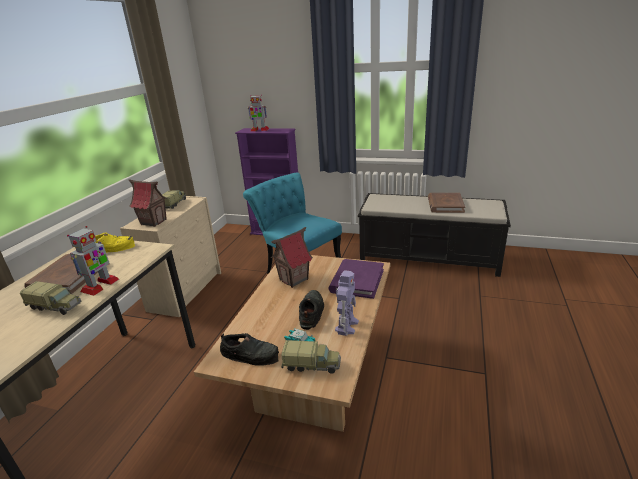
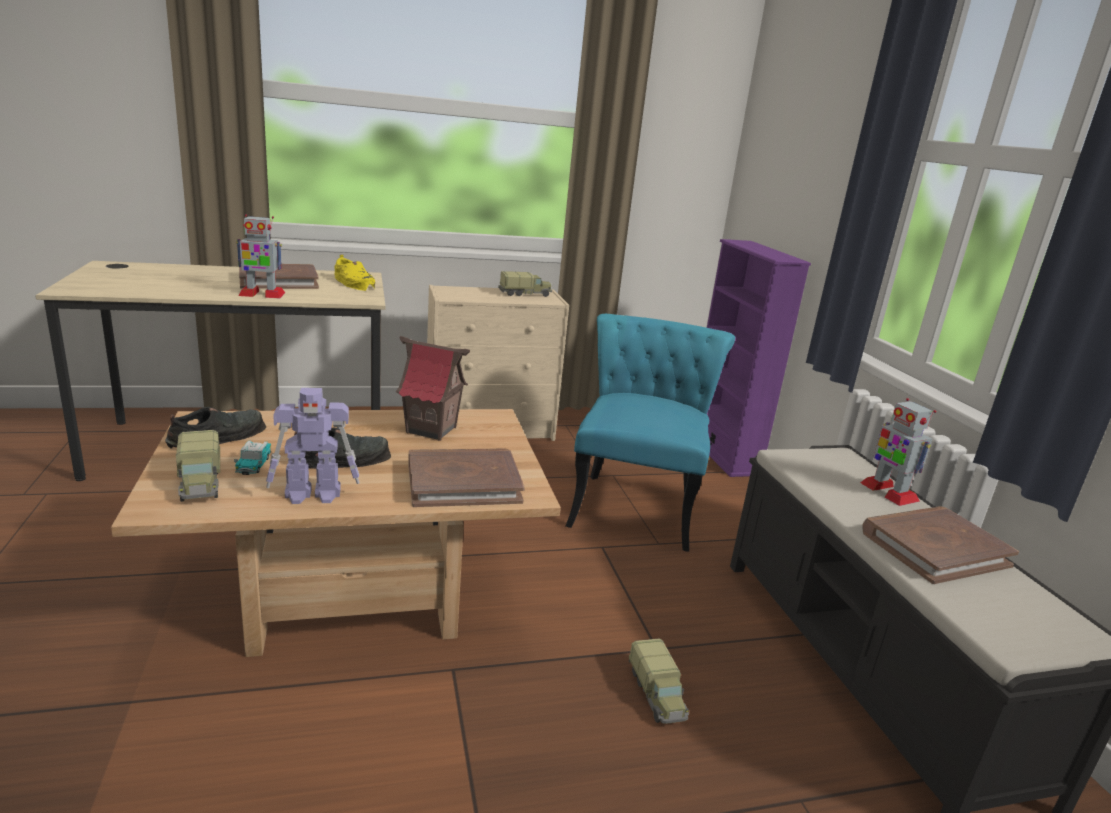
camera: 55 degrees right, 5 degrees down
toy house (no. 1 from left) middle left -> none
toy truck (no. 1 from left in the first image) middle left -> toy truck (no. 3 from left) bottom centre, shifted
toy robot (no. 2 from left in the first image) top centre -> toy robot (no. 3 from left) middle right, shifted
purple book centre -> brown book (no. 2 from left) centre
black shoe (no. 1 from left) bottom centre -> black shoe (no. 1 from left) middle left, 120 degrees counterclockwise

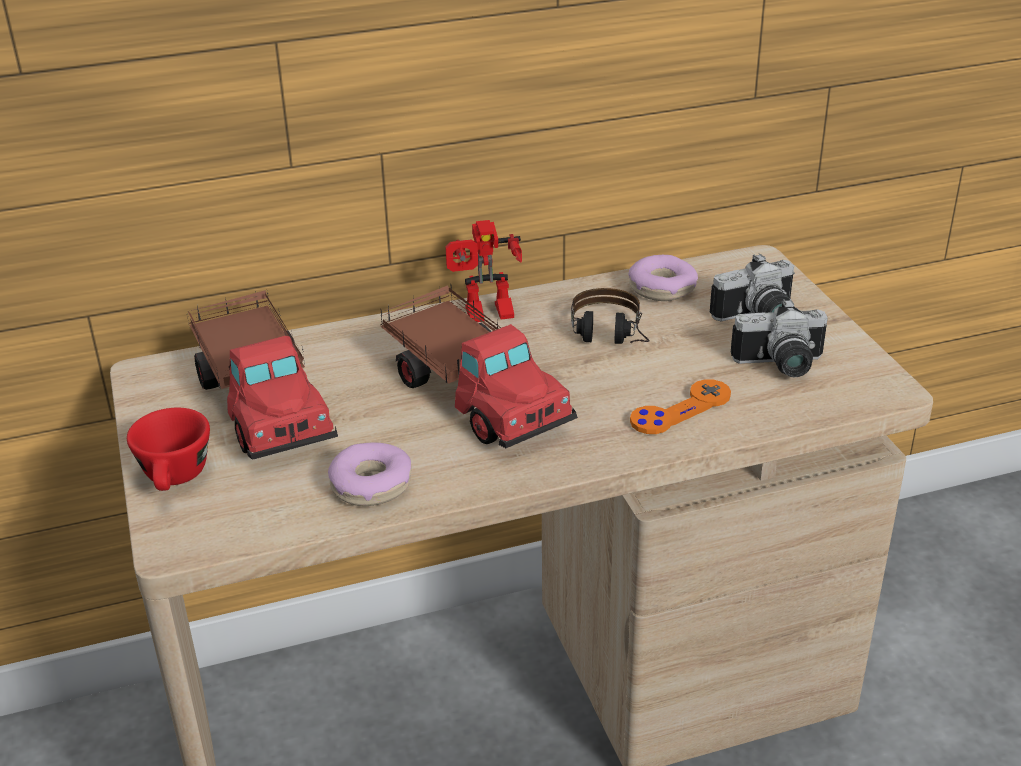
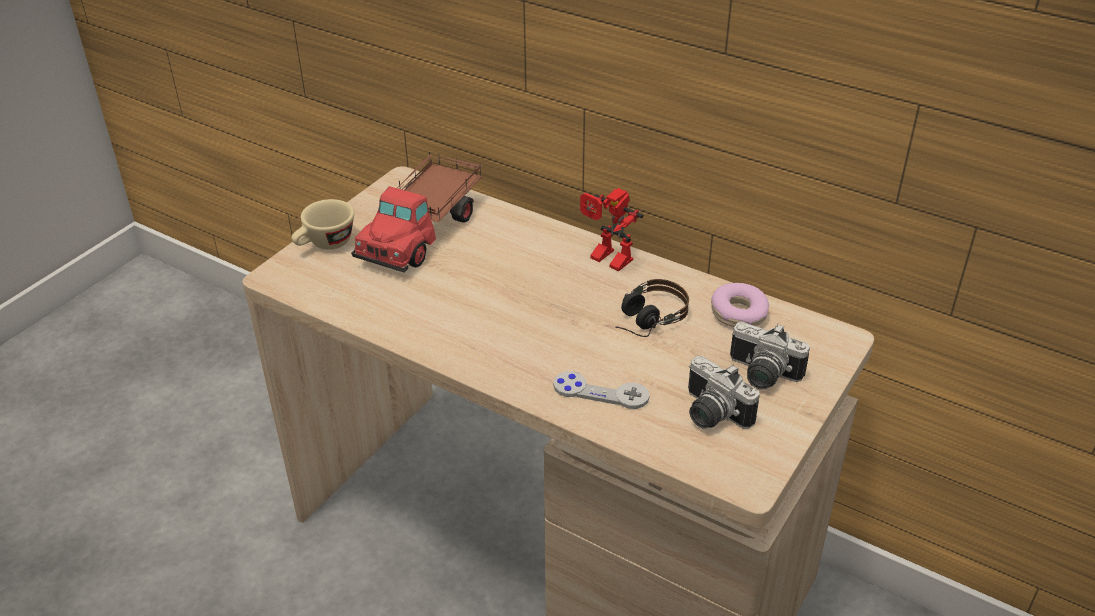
camera: 50 degrees right, 5 degrees up
donut (no. 1 from left) centre -> none
toy truck (no. 2 from left) centre -> none
red cup middle left -> beige cup middle left
orange game controller centre -> grey game controller centre

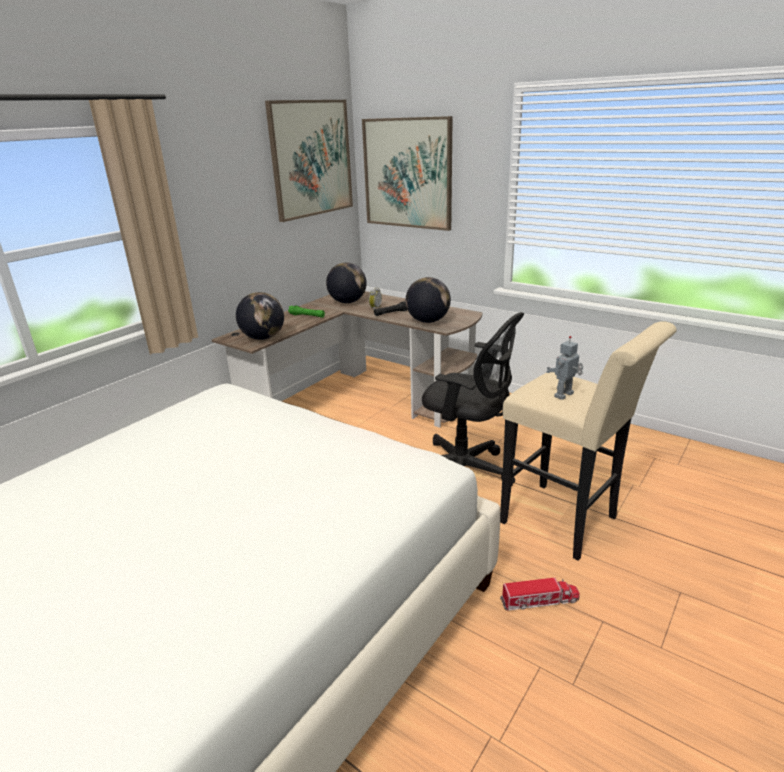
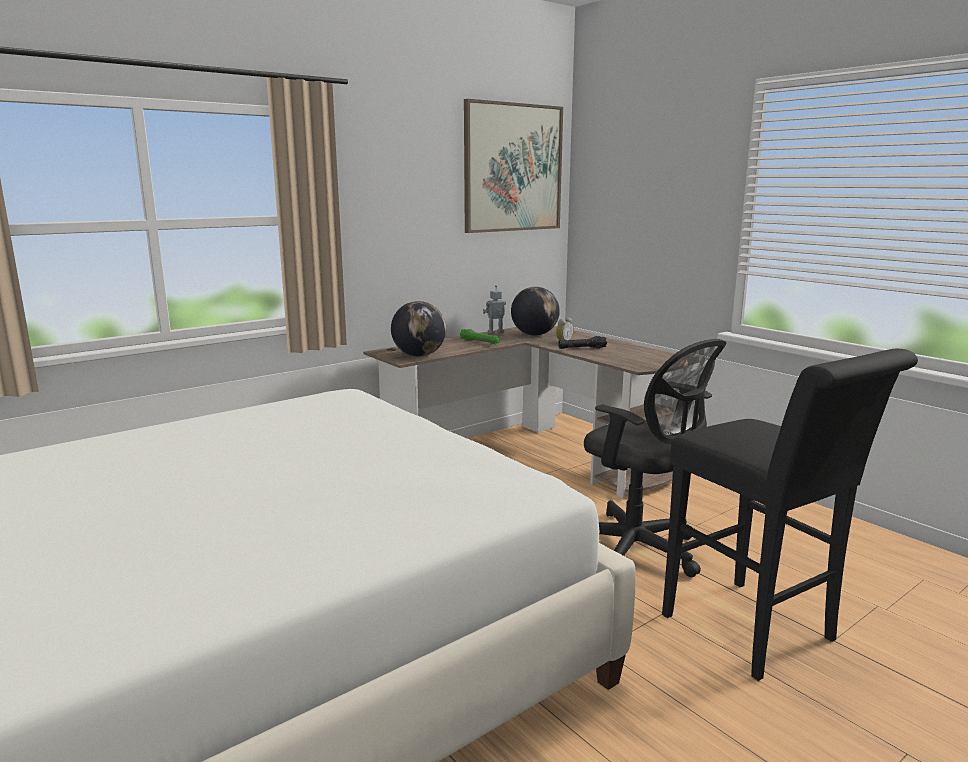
camera: 15 degrees right, 10 degrees down
picture (no. 2 from left) top centre -> none
globe (no. 3 from left) centre -> none
toy truck bottom right -> none
toy robot middle right -> toy robot centre, shifted
beige stool middle right -> black stool bottom right

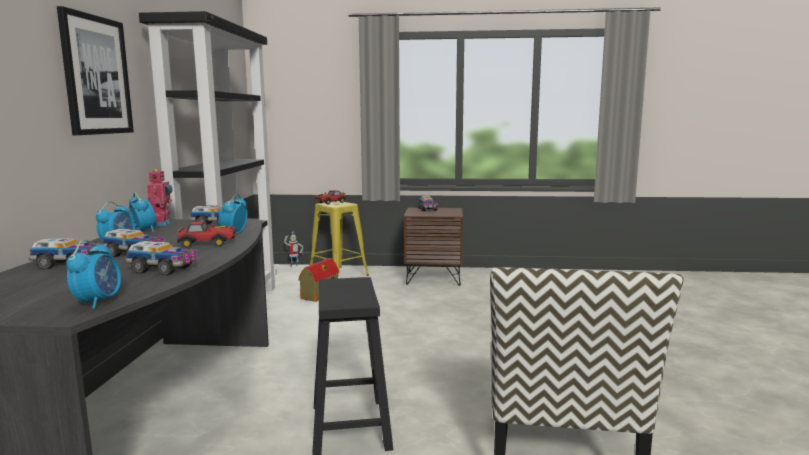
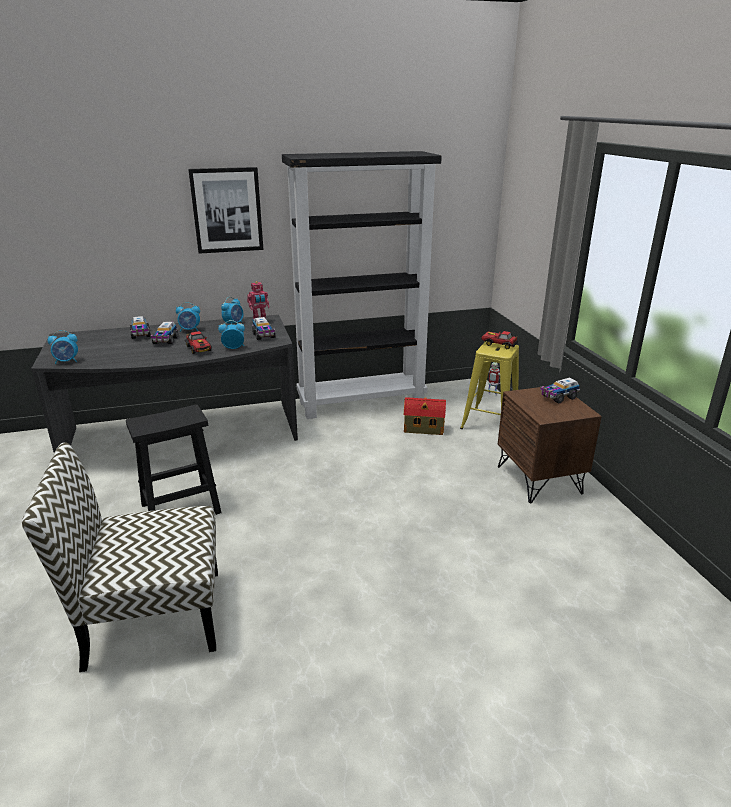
camera: 70 degrees right, 15 degrees up
toy truck (no. 3 from left) middle left -> none

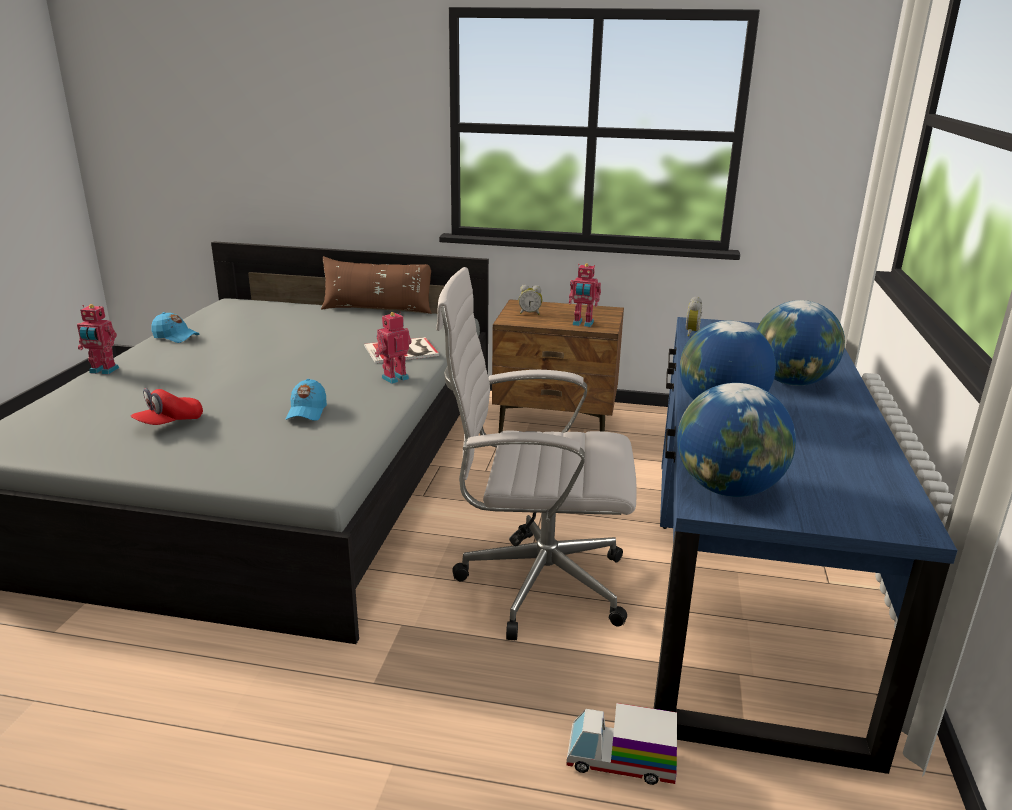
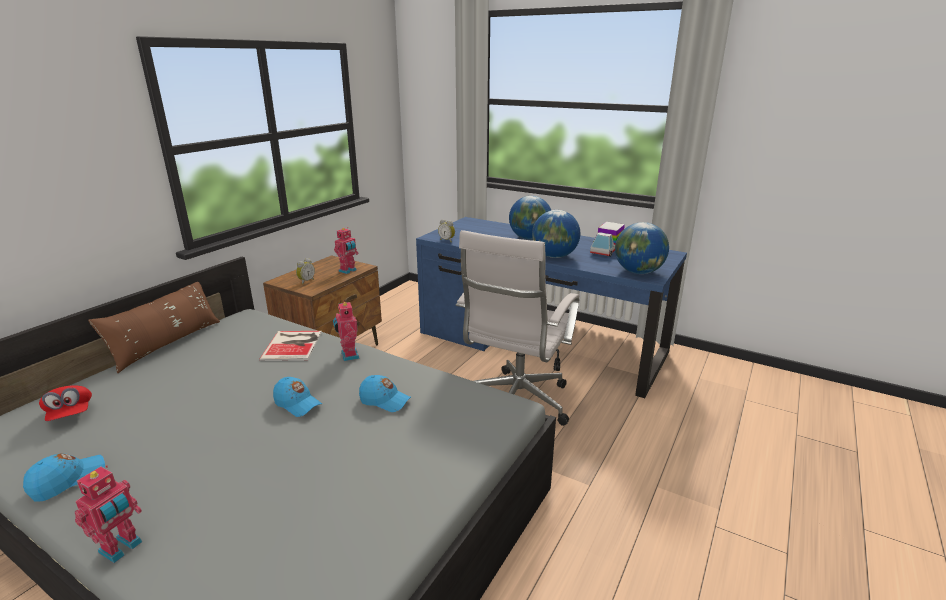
camera: 70 degrees left, 0 degrees up
none -> blue cap (no. 2 from left) middle left
red cap middle left -> red cap bottom left, shifted
toy truck bottom centre -> toy truck centre, shifted

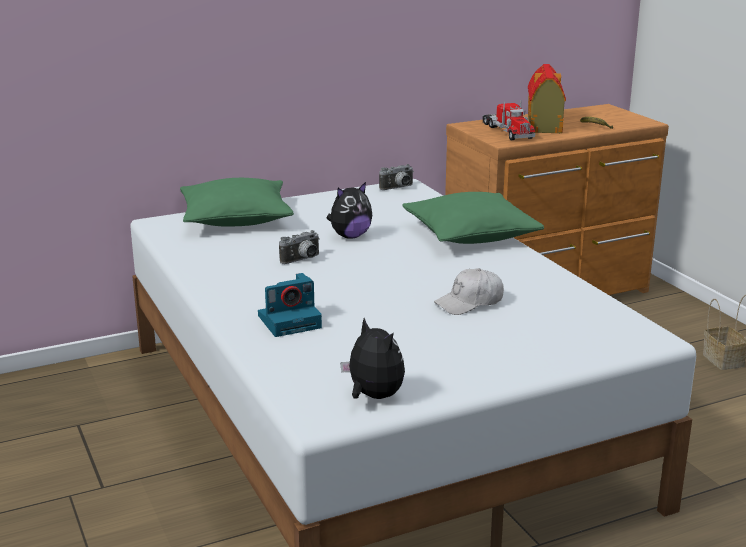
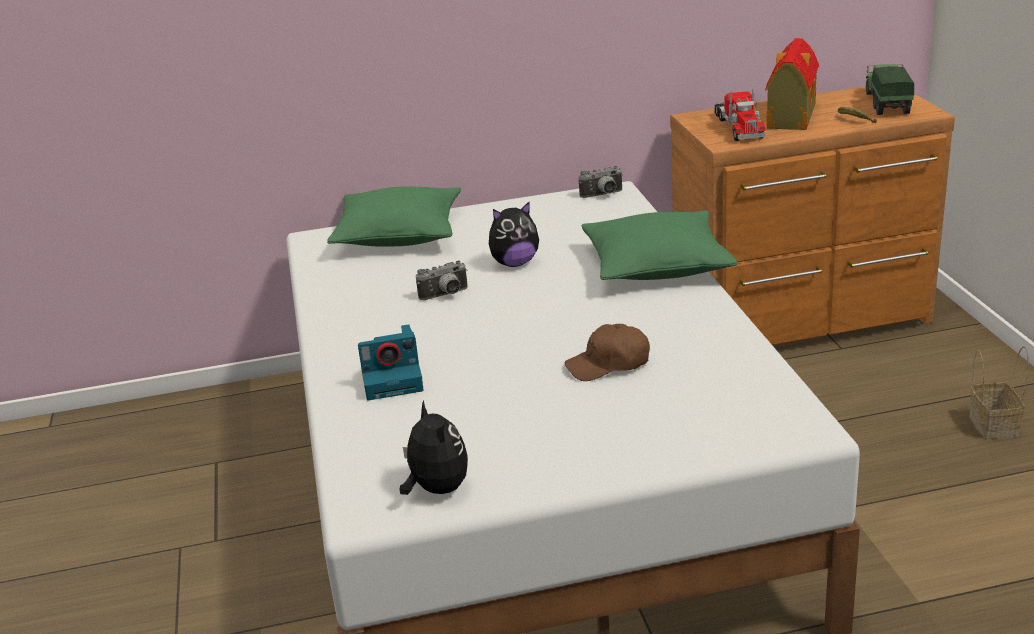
camera: 15 degrees right, 5 degrees up
none -> toy truck (no. 2 from left) top right
white cap centre -> brown cap centre

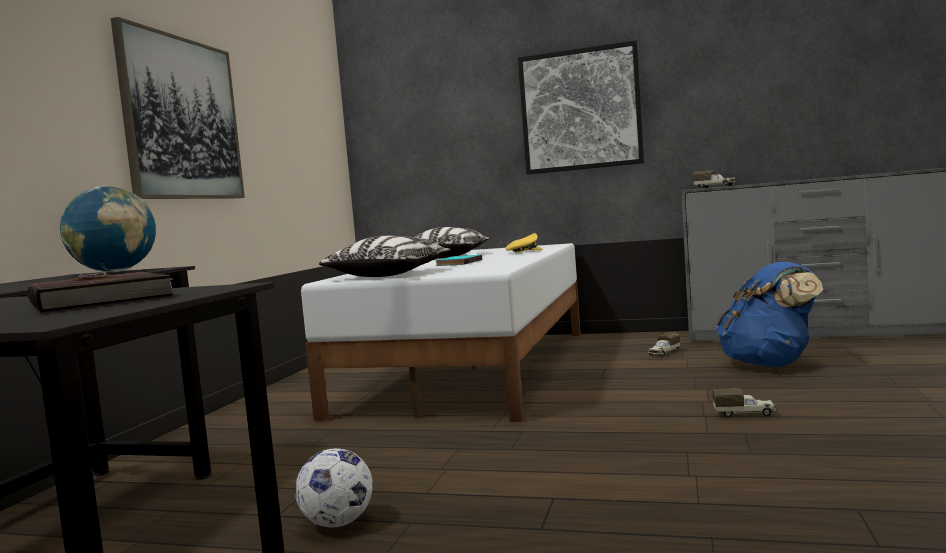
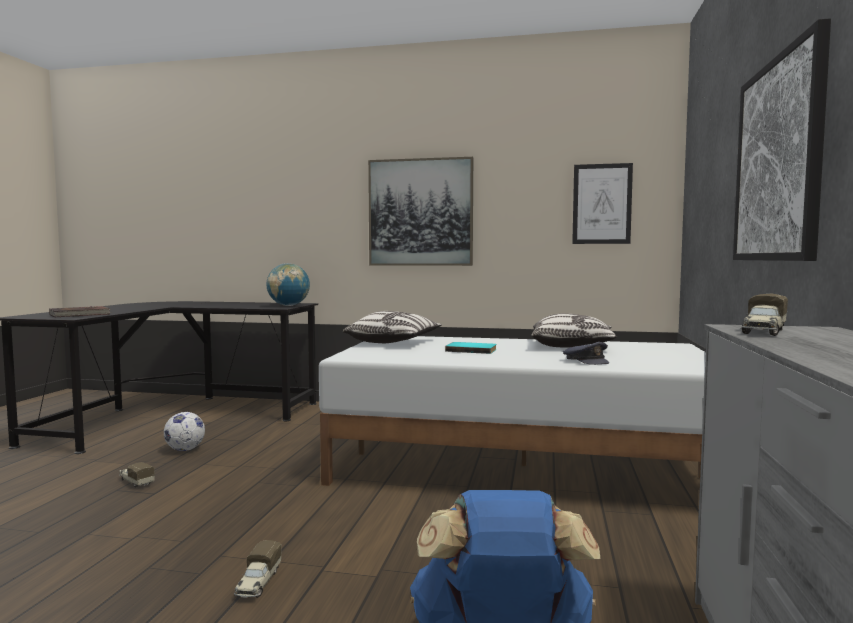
camera: 85 degrees right, 0 degrees up
none -> picture (no. 2 from left) top right
toy truck (no. 1 from left) middle right -> toy truck (no. 1 from left) bottom left, shifted
yellow cap centre -> grey cap middle right

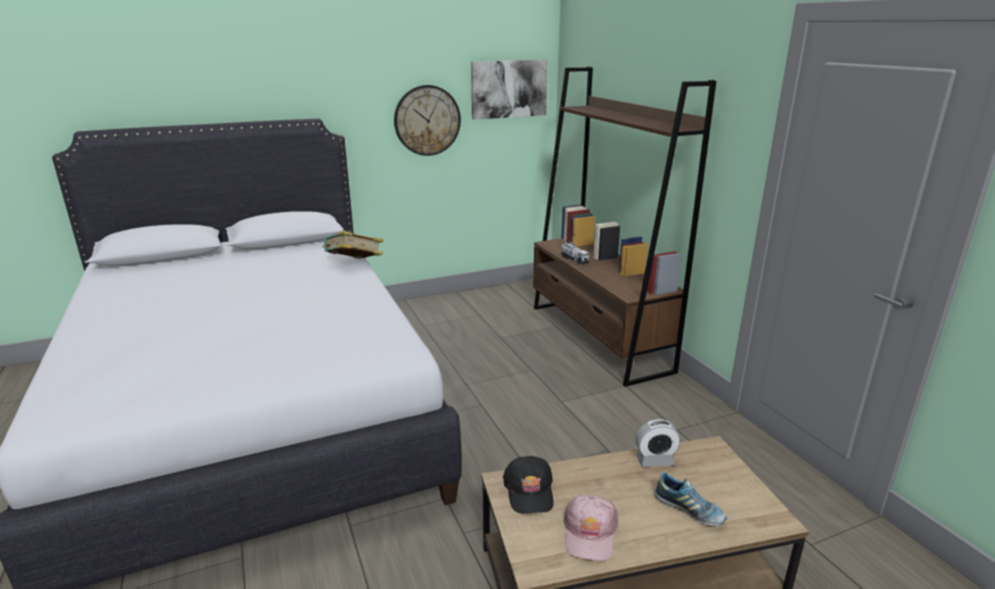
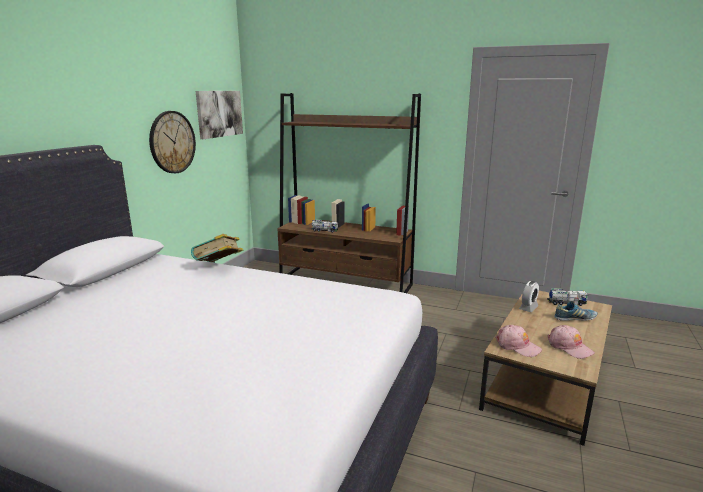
camera: 45 degrees left, 5 degrees down
none -> toy truck (no. 2 from left) middle right
black cap bottom centre -> pink cap (no. 1 from left) bottom right

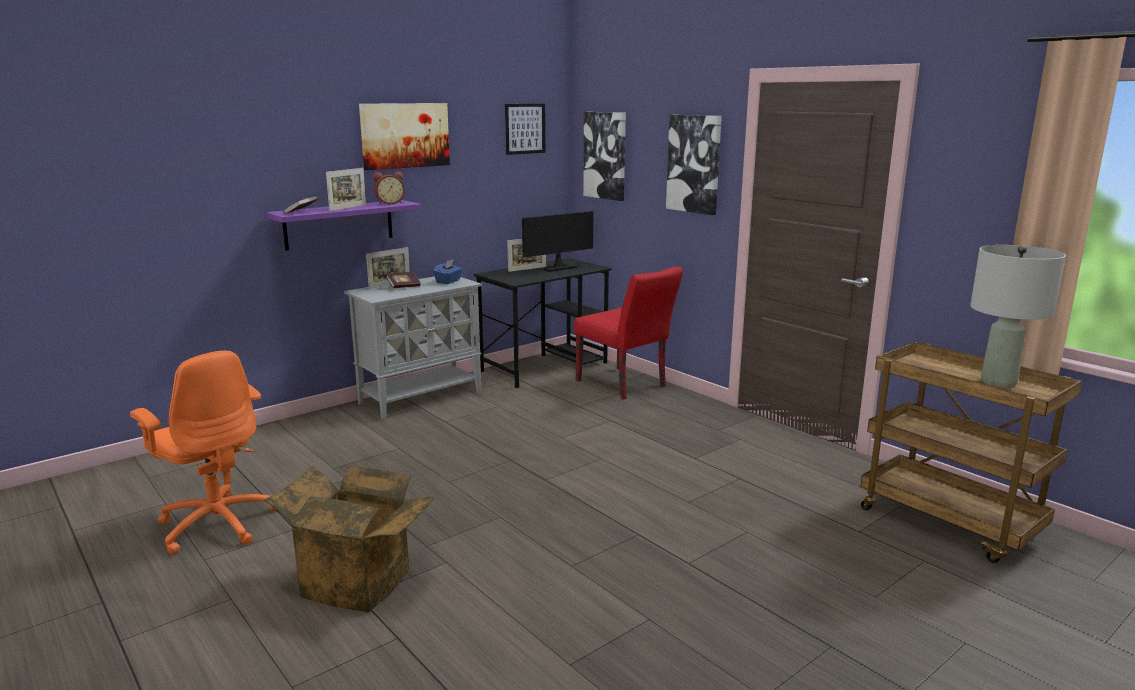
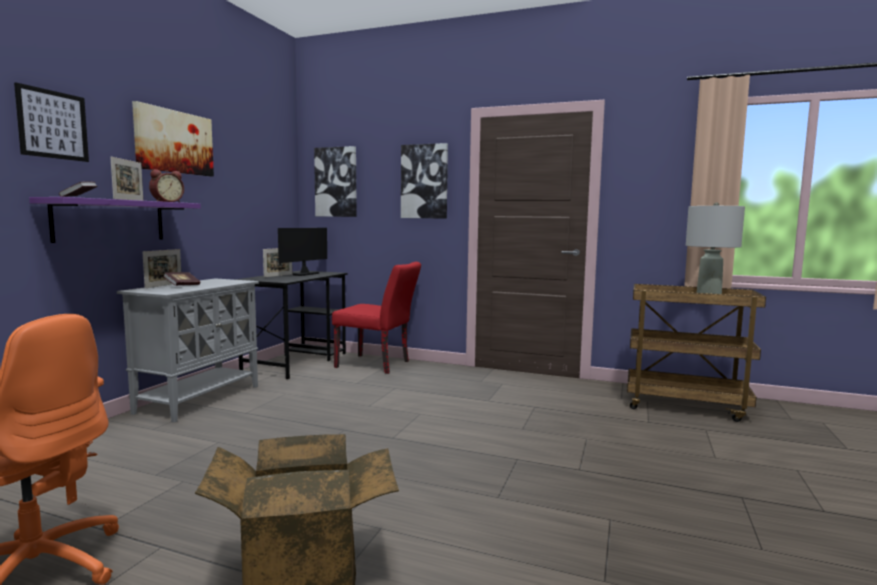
camera: 30 degrees left, 10 degrees down
blue tissue box centre -> none
picture (no. 2 from left in the first image) top centre -> picture (no. 1 from left) top left, shifted

